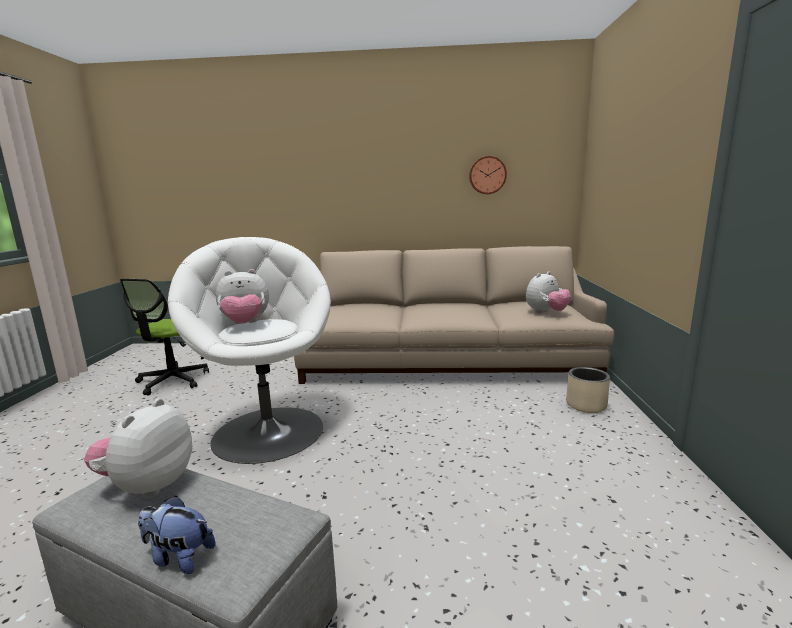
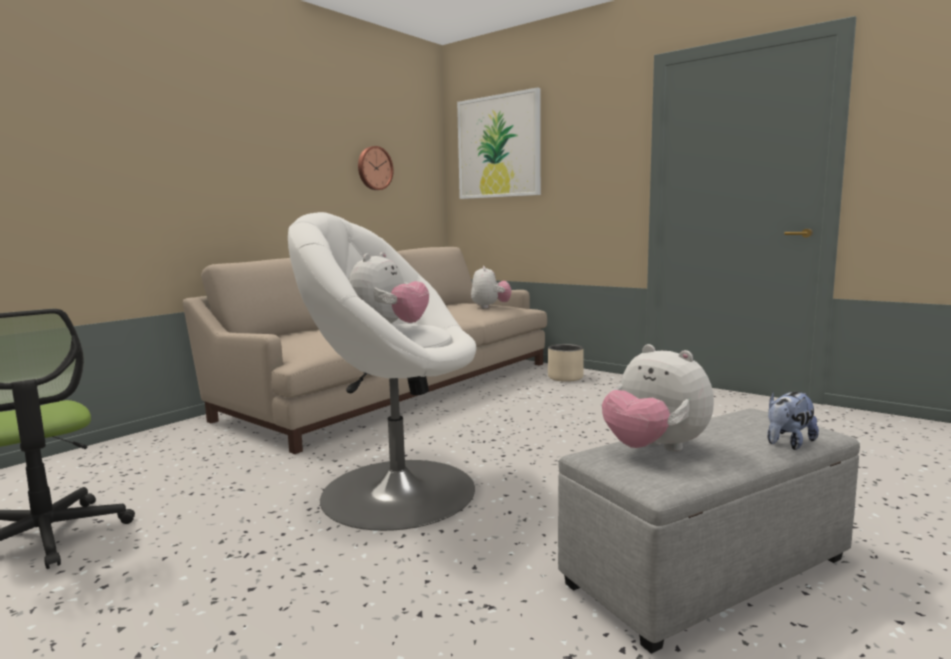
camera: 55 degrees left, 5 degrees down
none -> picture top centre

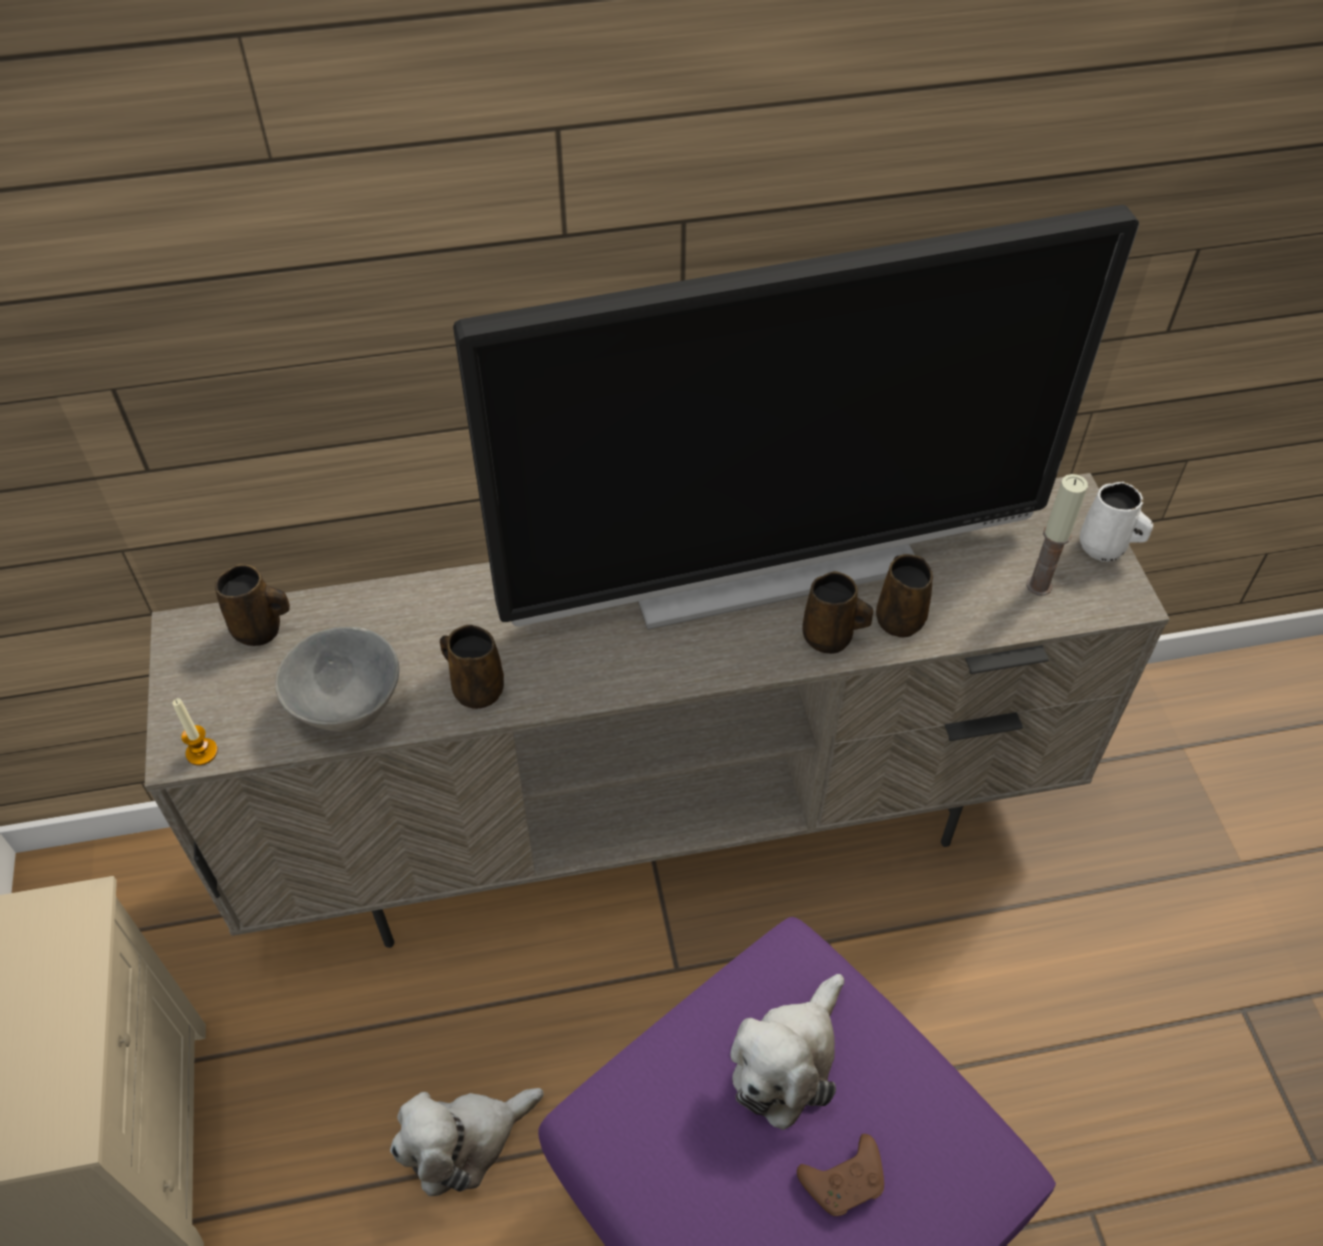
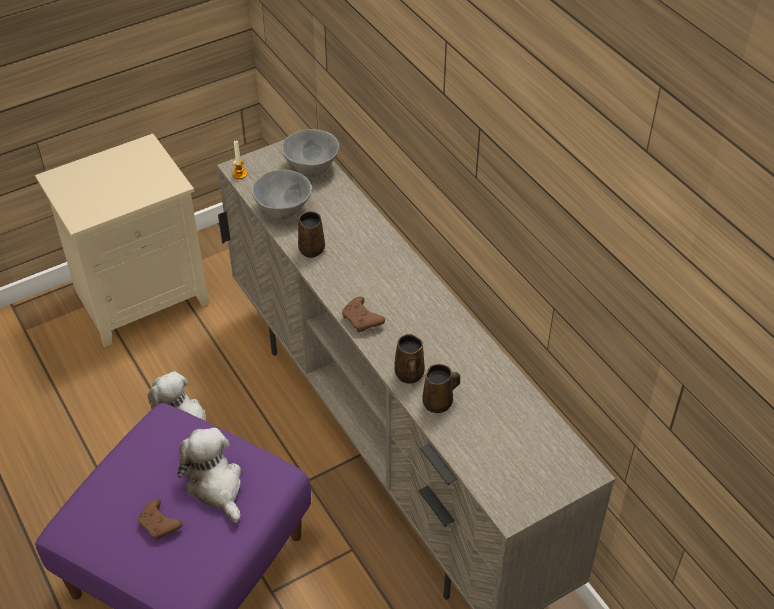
camera: 70 degrees right, 5 degrees down
television centre -> none
candle (no. 2 from left) middle right -> none
white mug middle right -> none
none -> brown game controller (no. 2 from left) centre
brown mug (no. 1 from left) middle left -> grey bowl (no. 2 from left) top centre
plush toy (no. 2 from left) bottom centre -> plush toy (no. 2 from left) bottom left, 45 degrees clockwise

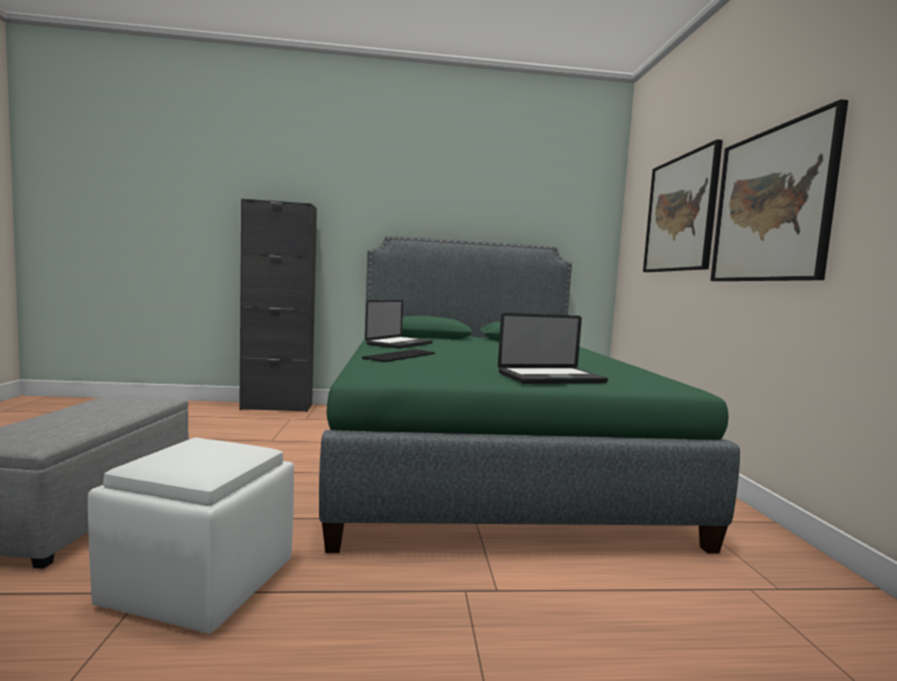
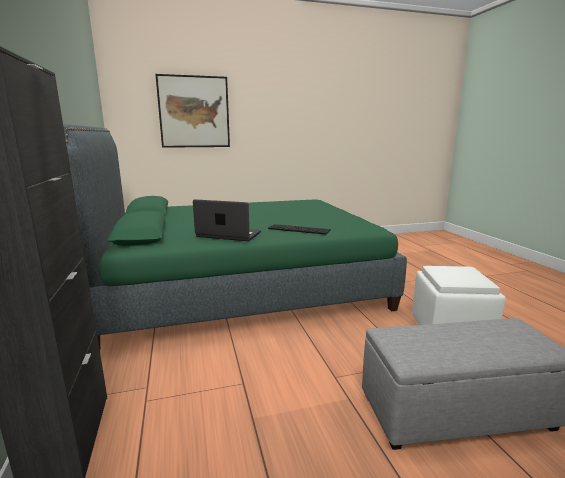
camera: 100 degrees left, 10 degrees up
laptop (no. 2 from left) centre -> none
picture (no. 2 from left) top right -> none

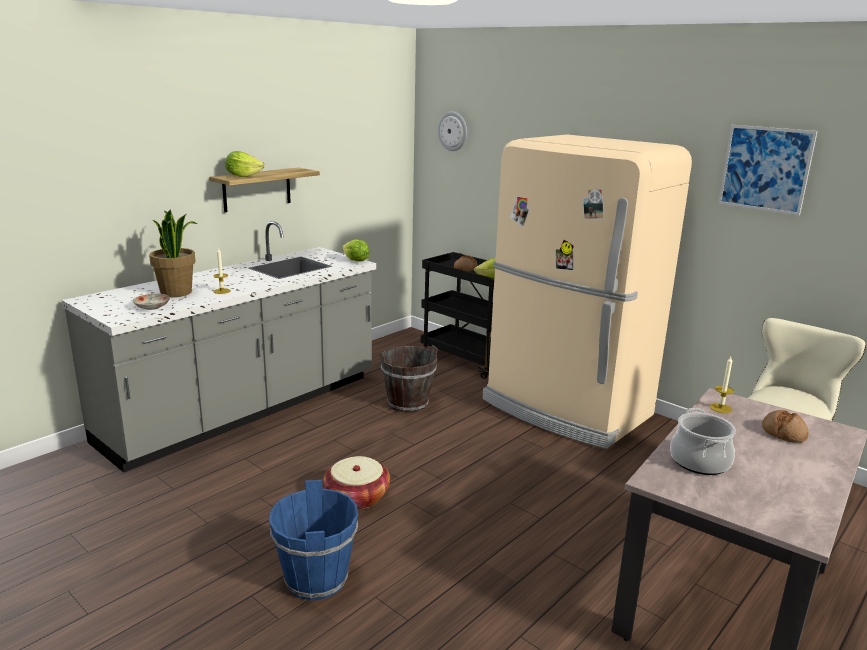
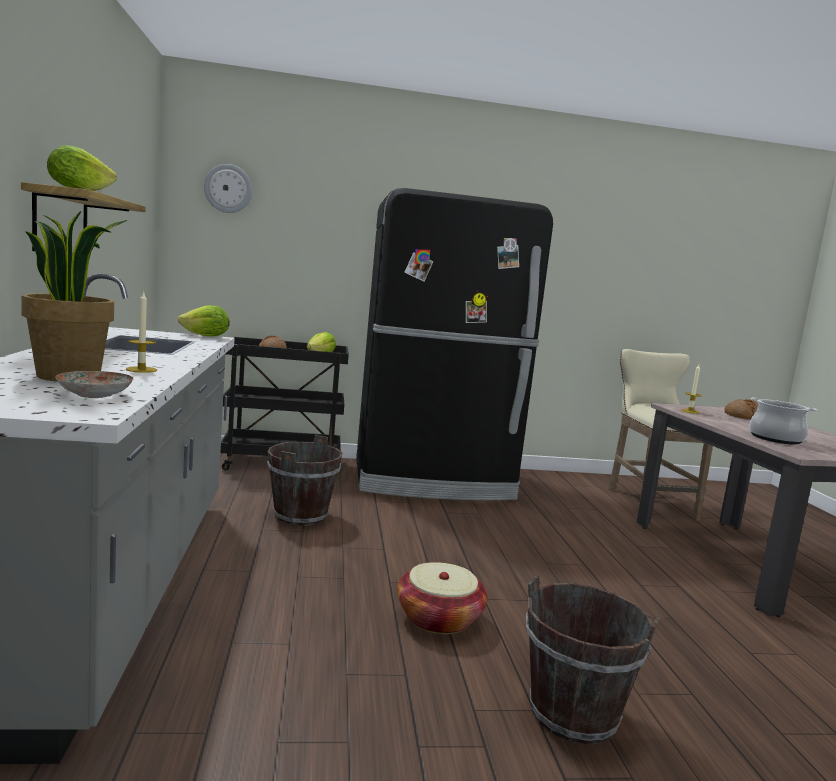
camera: 50 degrees left, 10 degrees down
picture top right -> none
blue bucket bottom centre -> brown bucket (no. 2 from left) bottom right
beige fridge middle right -> black fridge centre

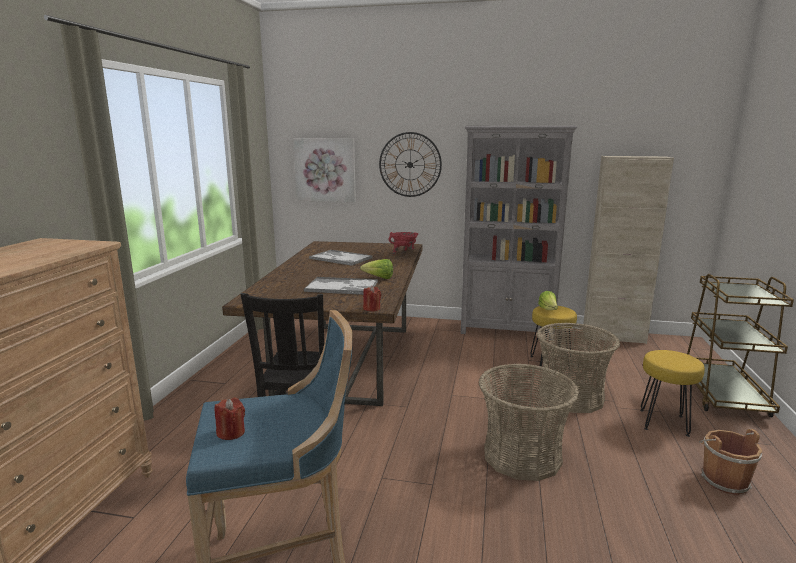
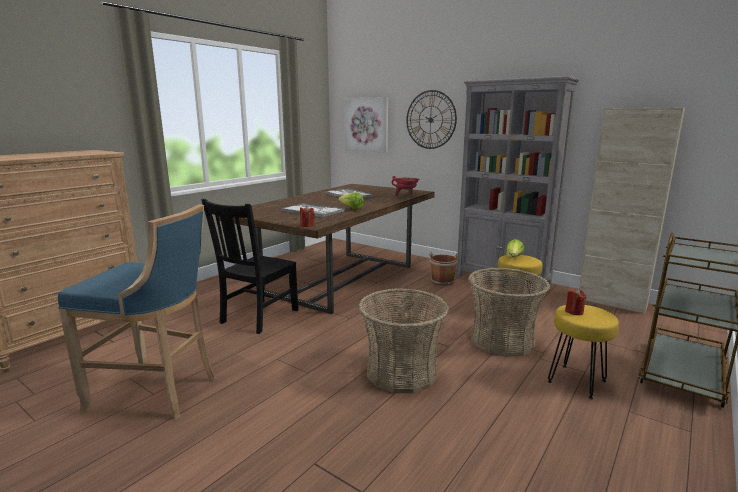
camera: 25 degrees right, 0 degrees up
red candle (no. 1 from left in the first image) bottom left -> red candle (no. 2 from left) middle right, shifted
brown bucket bottom right -> brown bucket centre, shifted

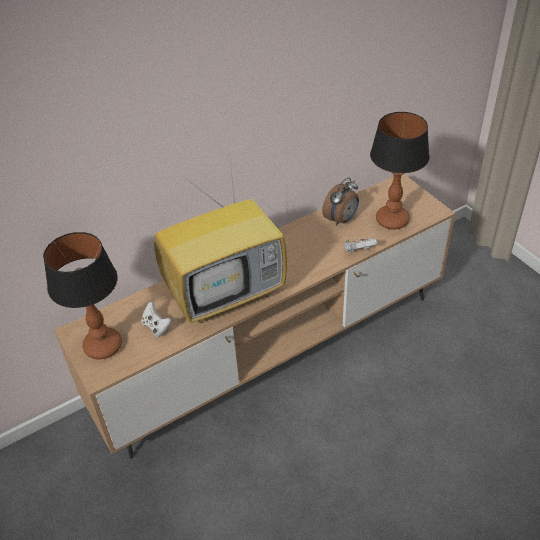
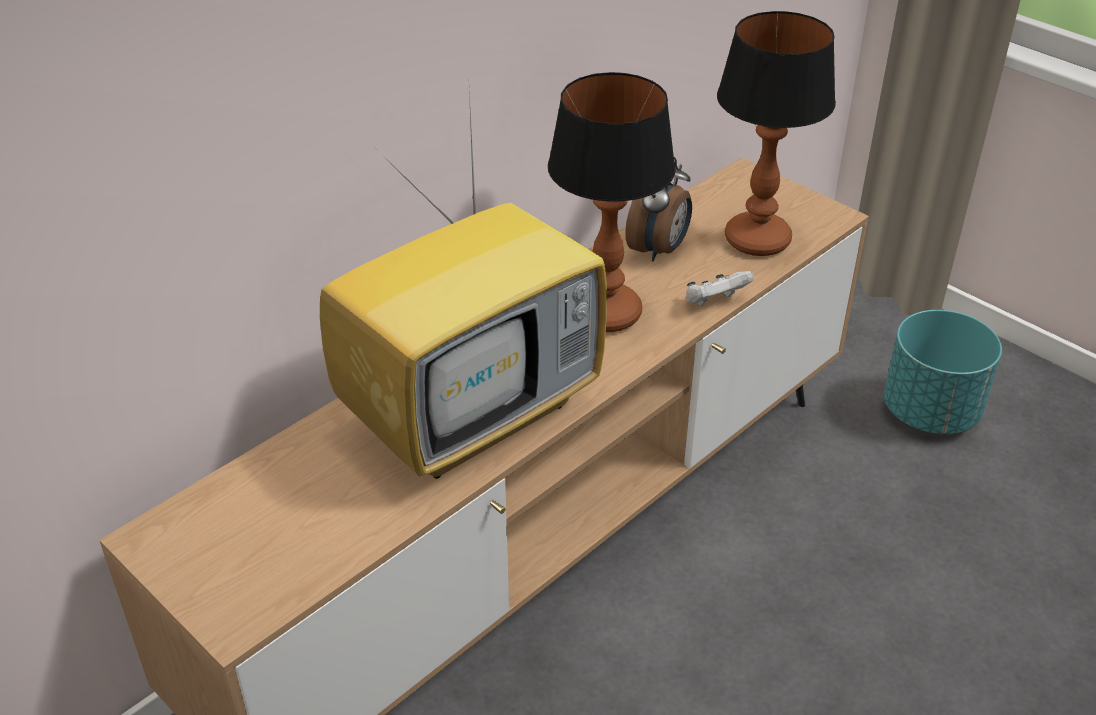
camera: 15 degrees left, 5 degrees down
white game controller (no. 1 from left) middle left -> none
none -> turquoise planter middle right
table lamp (no. 1 from left) middle left -> table lamp (no. 1 from left) top centre, shifted

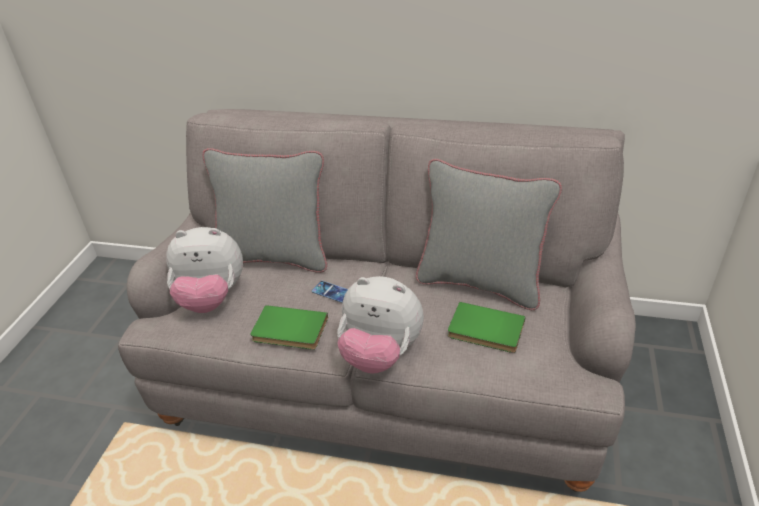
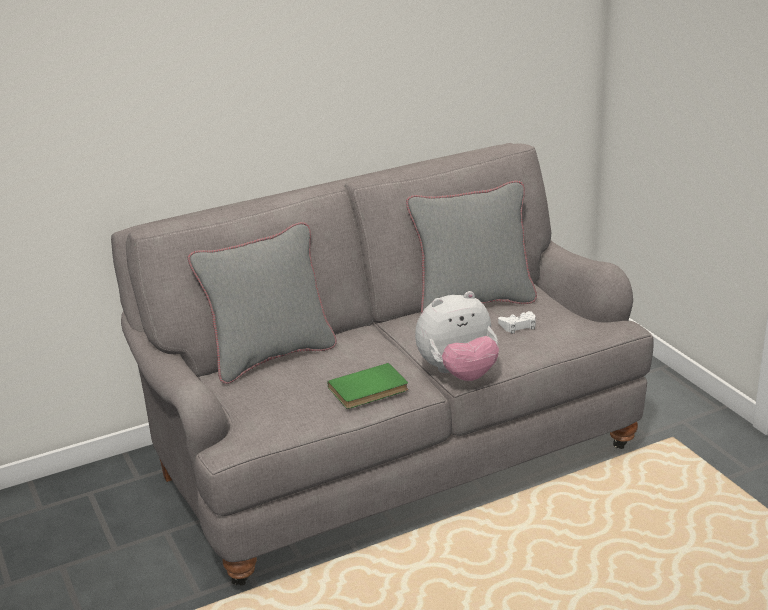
camera: 40 degrees left, 10 degrees down
plush toy (no. 1 from left) middle left -> none
phone centre -> none
green book (no. 2 from left) centre -> white game controller middle right

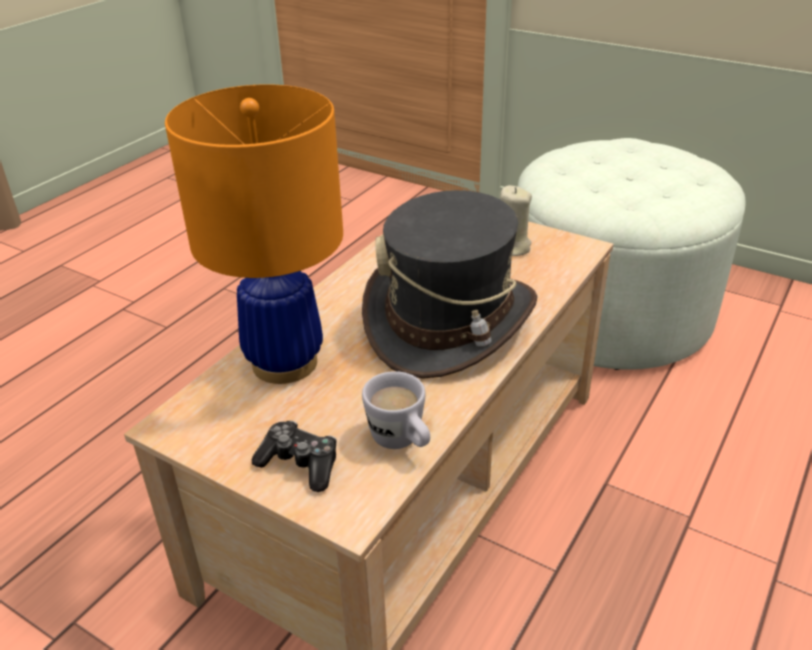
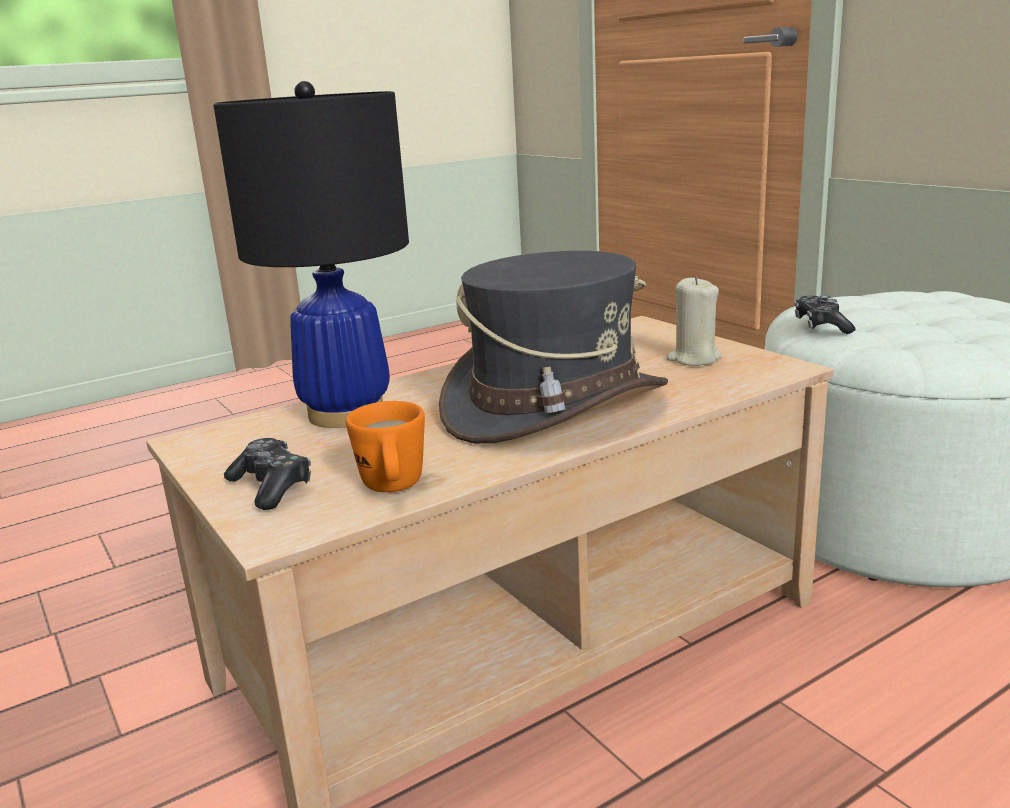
camera: 25 degrees right, 15 degrees down
none -> game controller (no. 2 from left) middle right
orange table lamp middle left -> black table lamp top left
white mug centre -> orange mug centre

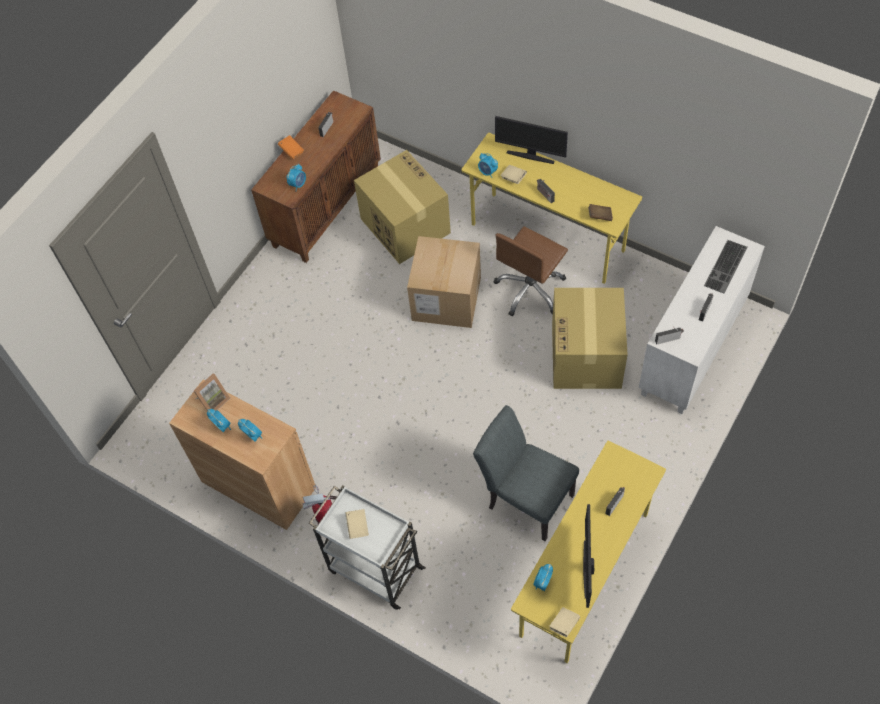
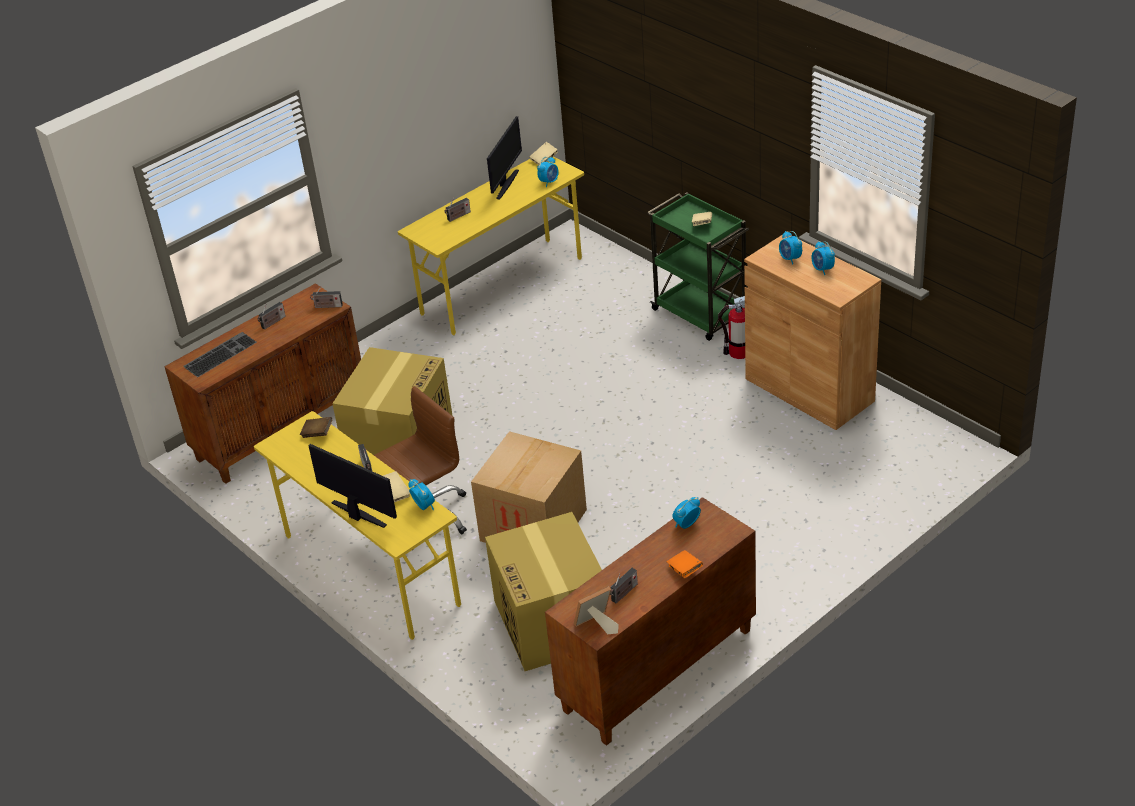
camera: 165 degrees left, 20 degrees down
grey chair bottom centre -> none
picture frame middle left -> picture frame bottom centre, shifted
white cart bottom centre -> green cart top centre
white cabinet middle right -> brown cabinet (no. 1 from left) middle left

